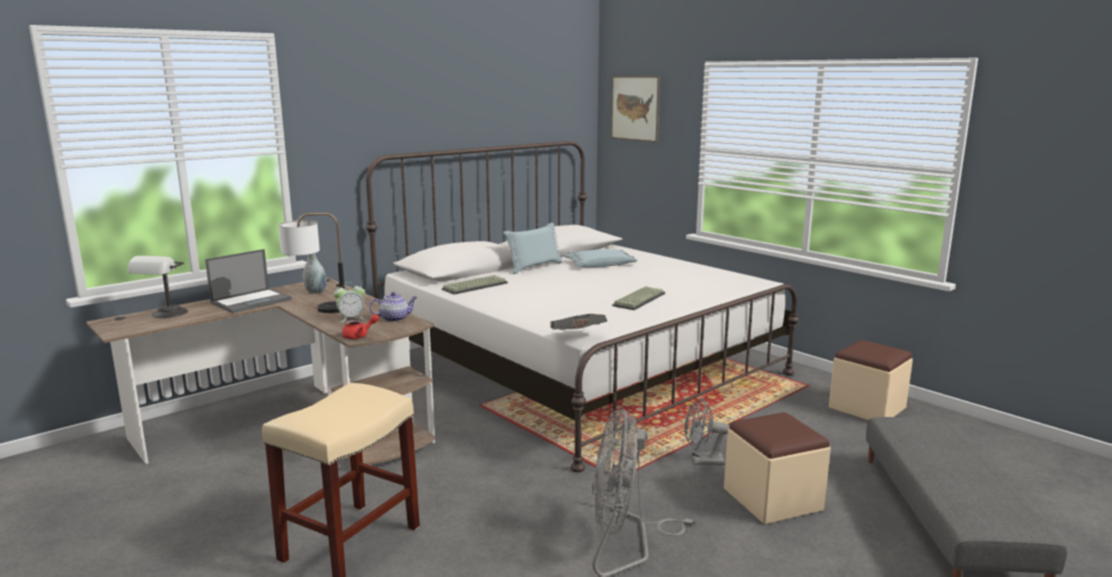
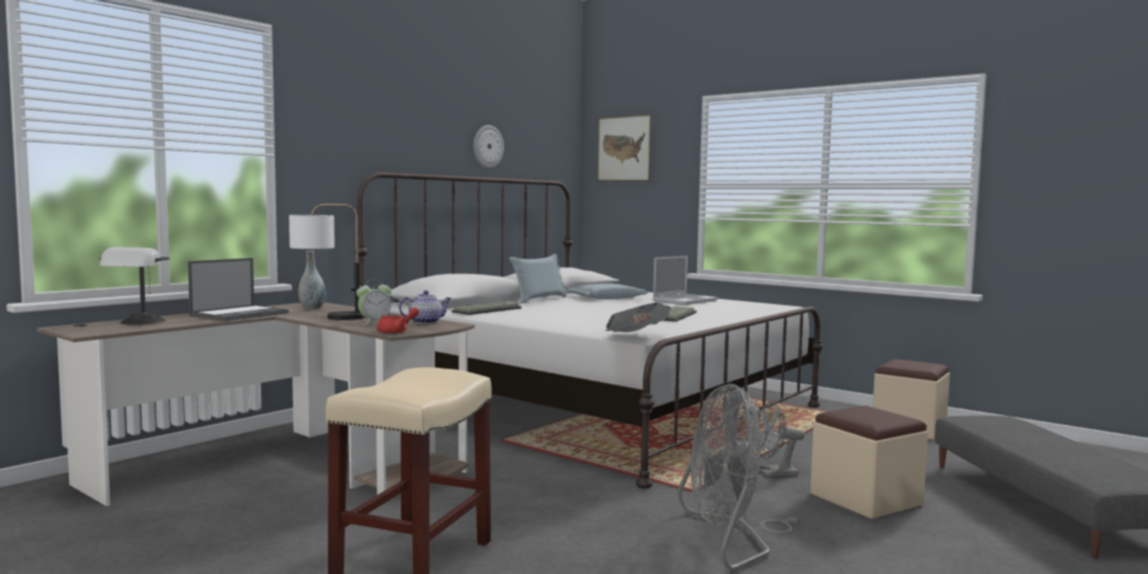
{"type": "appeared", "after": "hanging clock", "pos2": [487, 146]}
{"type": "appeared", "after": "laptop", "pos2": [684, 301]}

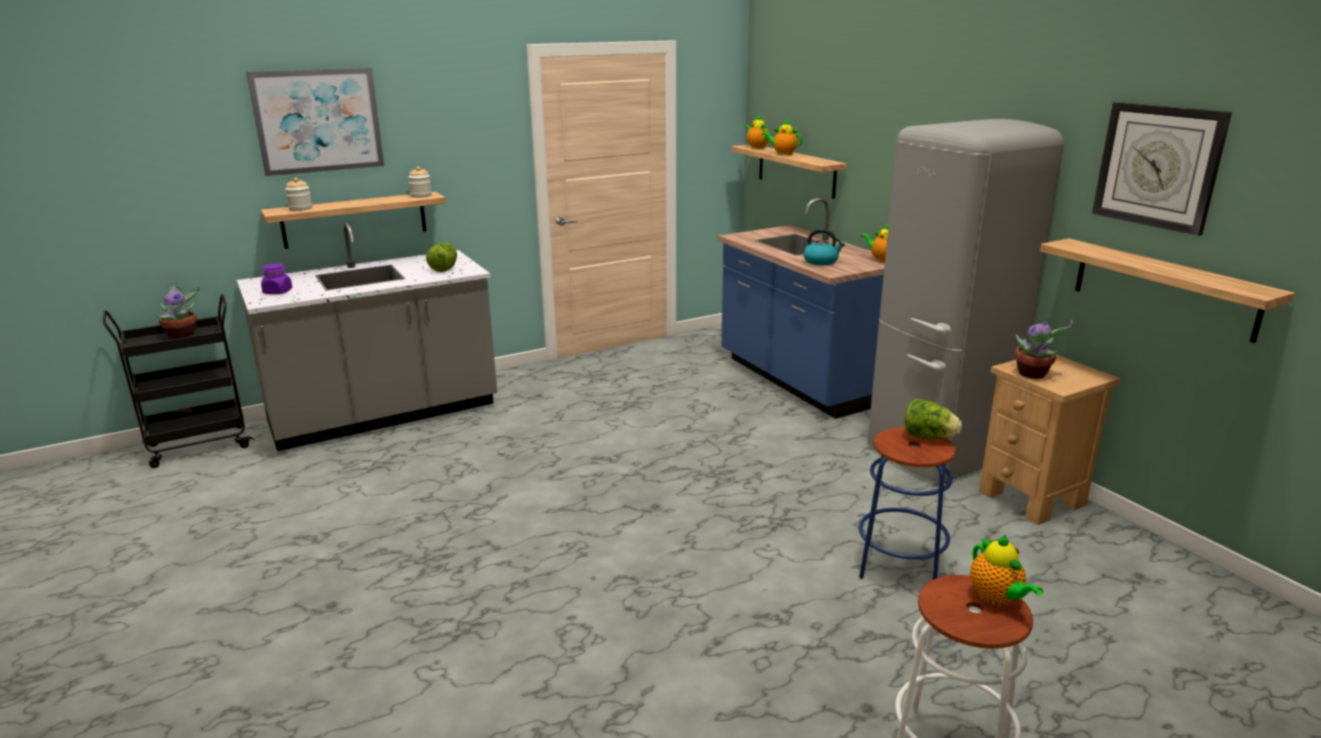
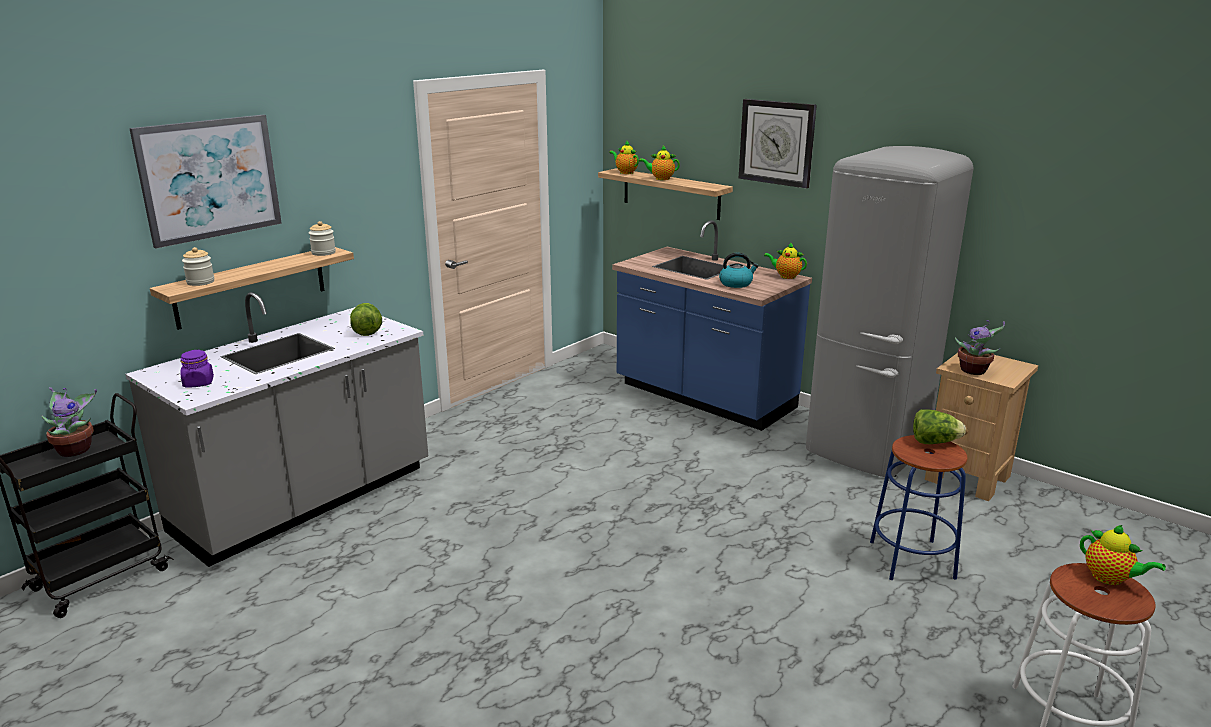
{"type": "missing", "before": "bracket shelf", "pos1": [1163, 288]}
{"type": "relocated", "before": "hanging clock", "pos1": [1158, 166], "pos2": [777, 142]}

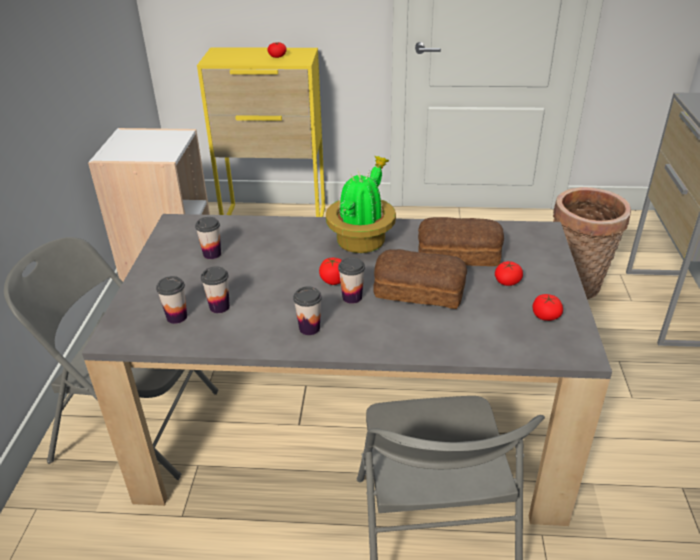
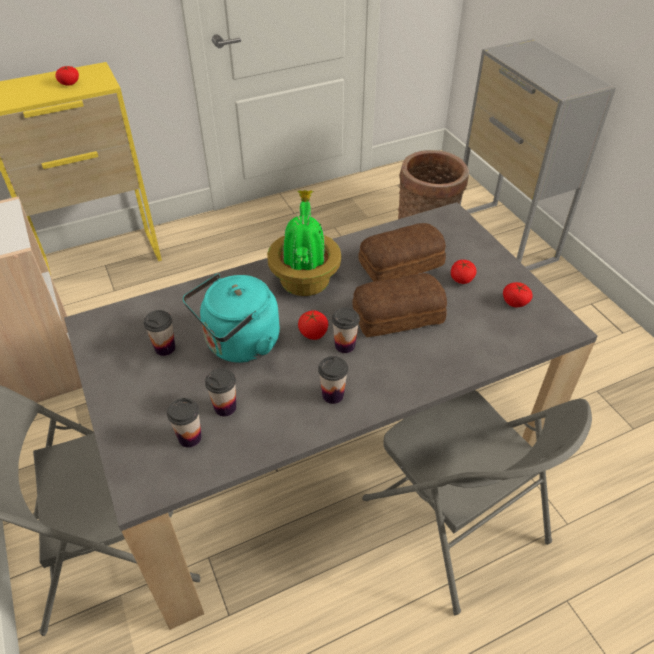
{"type": "appeared", "after": "blue-green water kettle", "pos2": [239, 344]}

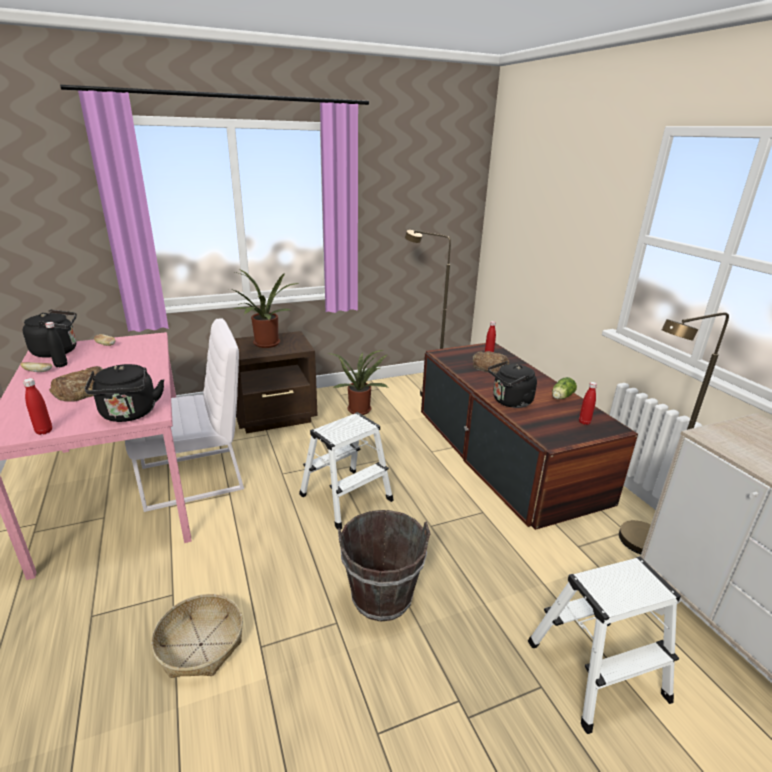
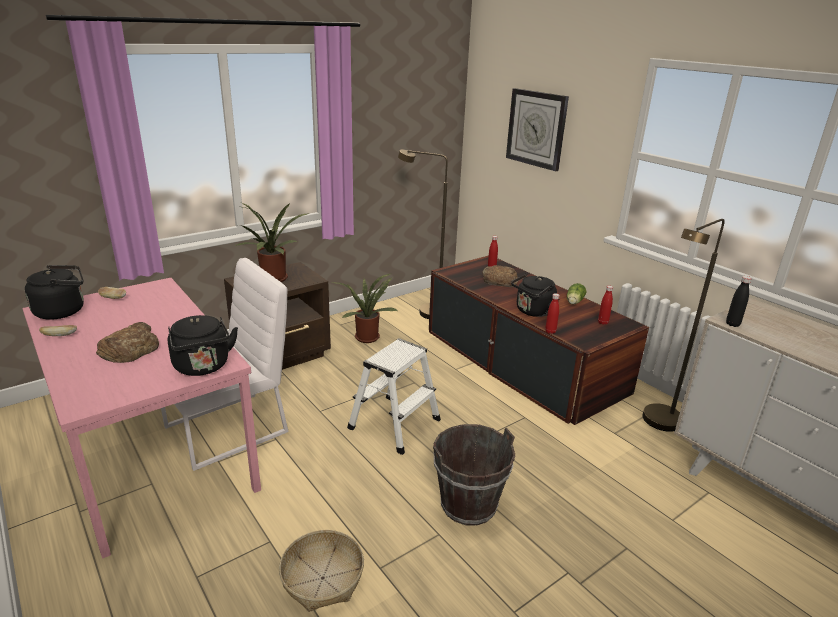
{"type": "missing", "before": "whitish stepladder", "pos1": [596, 670]}
{"type": "appeared", "after": "hanging clock", "pos2": [536, 128]}
{"type": "relocated", "before": "reddish drink bottle", "pos1": [44, 431], "pos2": [550, 331]}
{"type": "relocated", "before": "black-coloured drink bottle", "pos1": [61, 365], "pos2": [732, 324]}

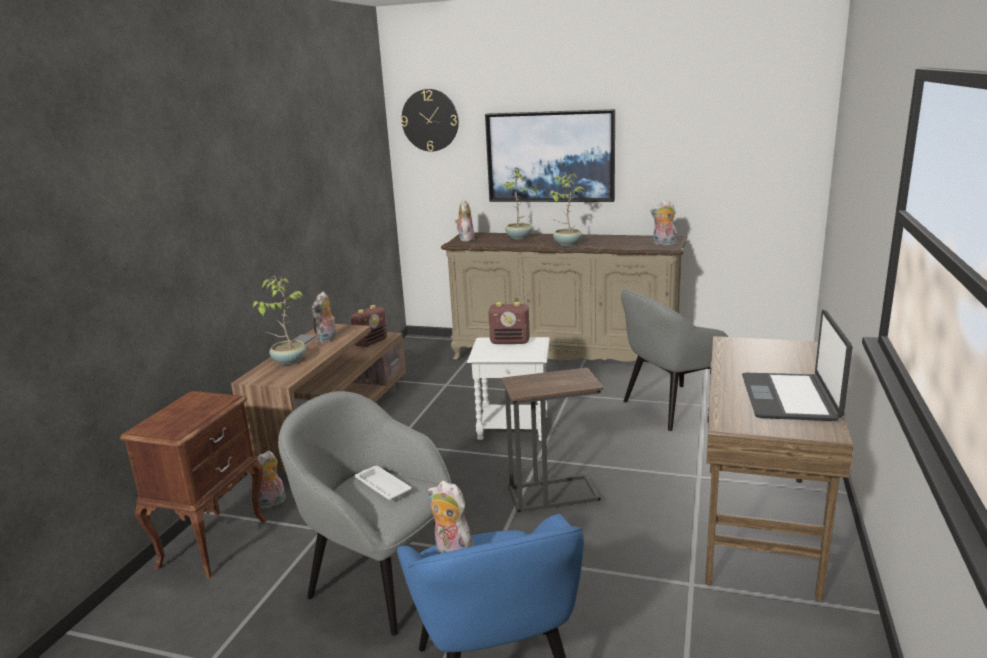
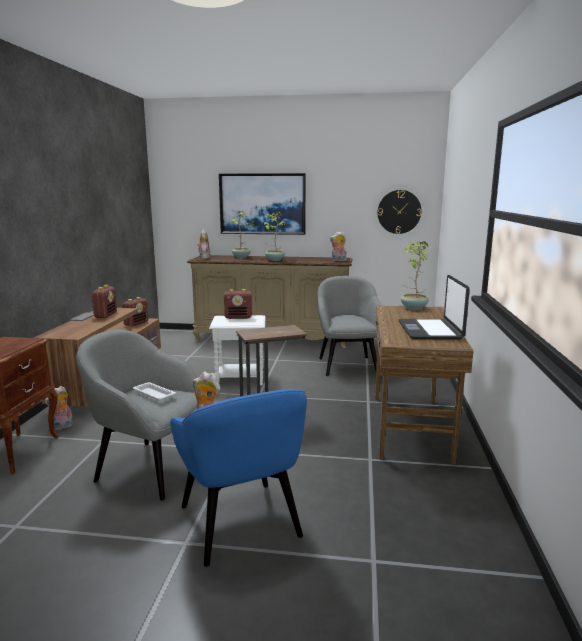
{"type": "relocated", "before": "plant in a pot", "pos1": [288, 361], "pos2": [413, 308]}
{"type": "relocated", "before": "hanging clock", "pos1": [430, 120], "pos2": [399, 212]}
{"type": "exchanged", "before": "plush toy", "after": "radio", "pos1": [327, 340], "pos2": [106, 315]}
{"type": "spun", "before": "gray lounge chair", "pos1": [673, 407], "pos2": [347, 365], "turn": 120}

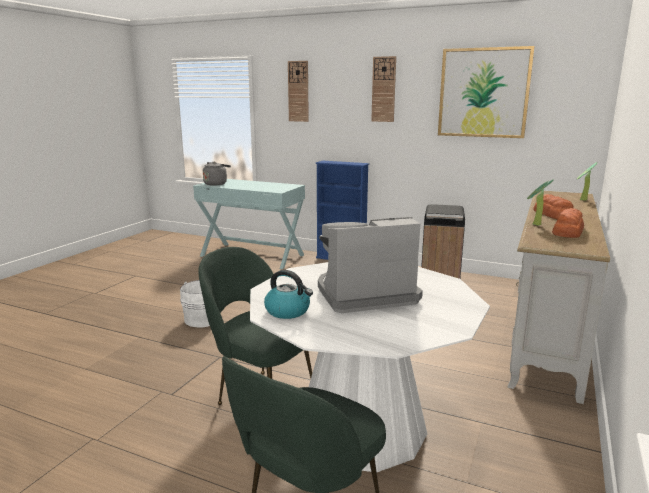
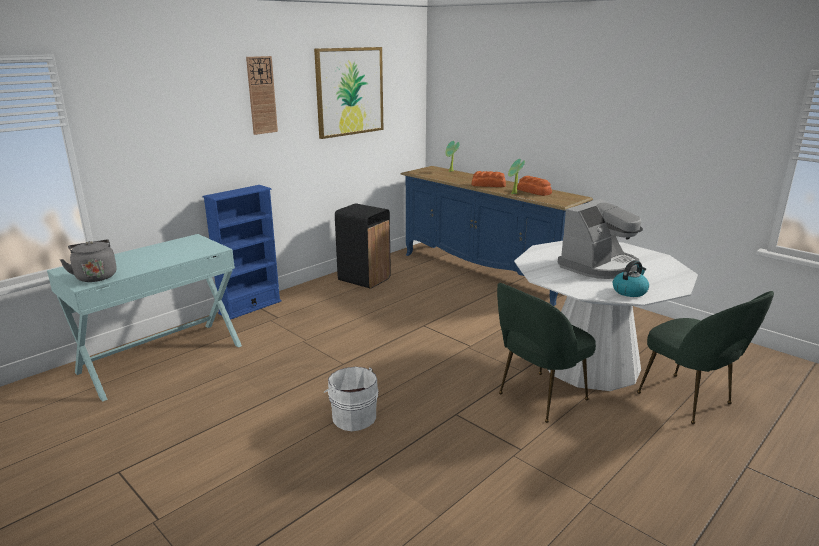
{"type": "missing", "before": "hanging clock", "pos1": [298, 91]}
{"type": "colour", "before": "gray cabinet", "after": "blue cabinet", "pos1": [546, 331], "pos2": [484, 272]}
{"type": "spun", "before": "coffee machine", "pos1": [364, 294], "pos2": [599, 266], "turn": -135}

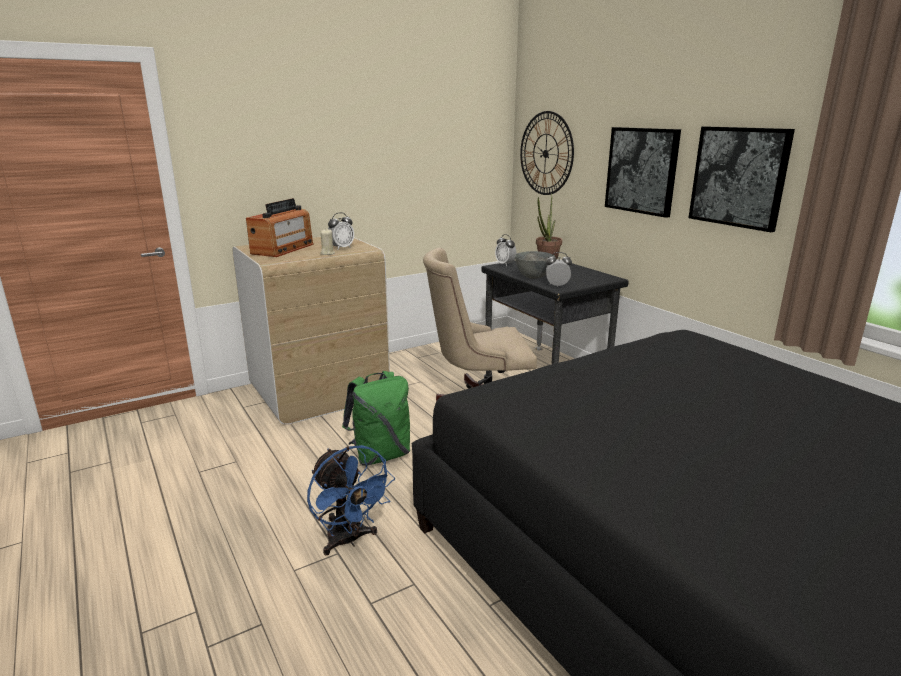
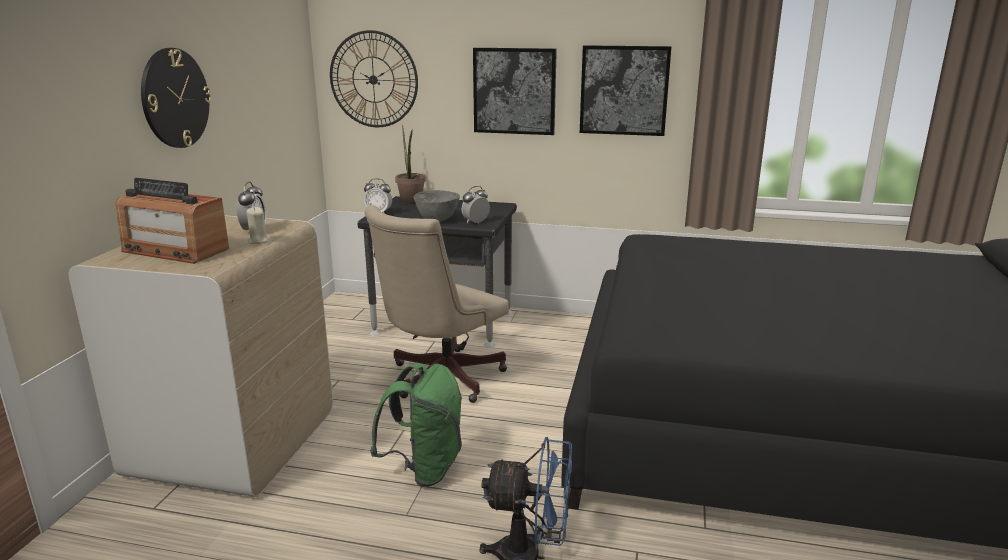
{"type": "appeared", "after": "hanging clock", "pos2": [175, 98]}
{"type": "spun", "before": "radio", "pos1": [283, 249], "pos2": [175, 250], "turn": 135}

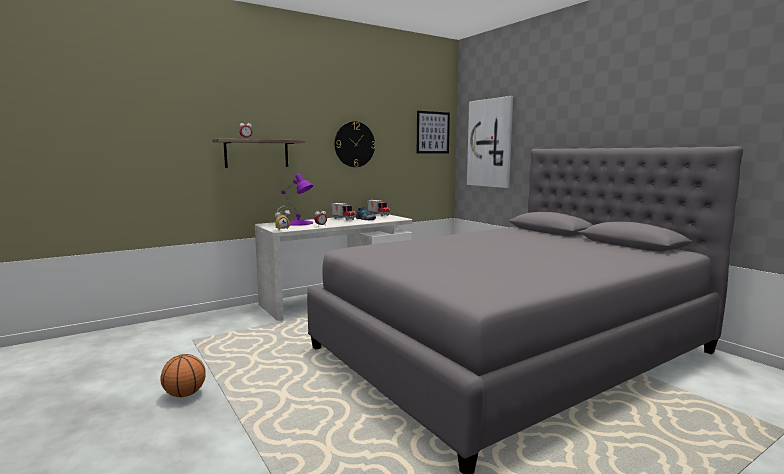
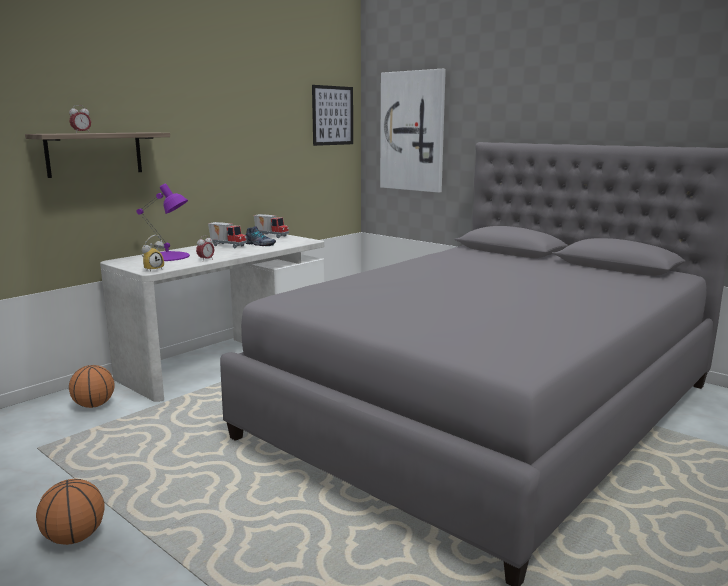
{"type": "missing", "before": "hanging clock", "pos1": [354, 144]}
{"type": "appeared", "after": "basketball", "pos2": [94, 405]}

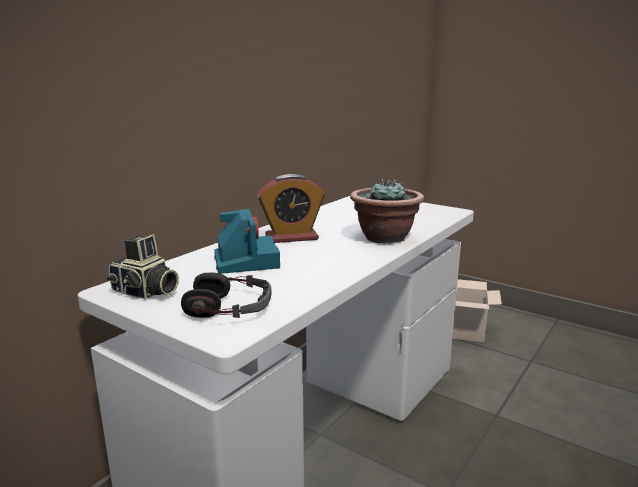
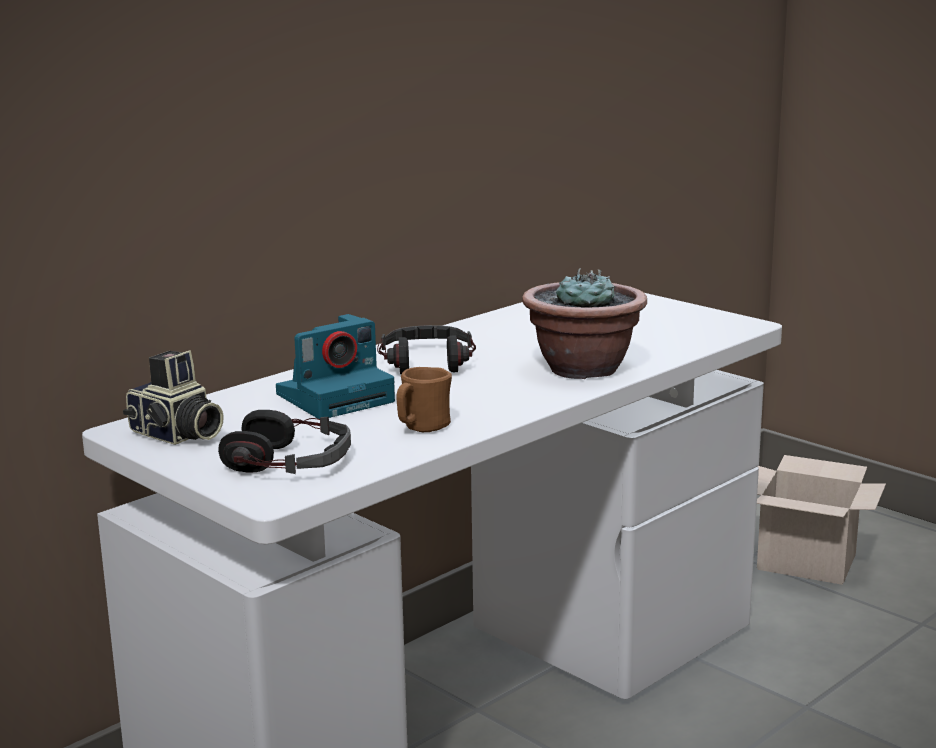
{"type": "appeared", "after": "brownish tea mug", "pos2": [422, 428]}
{"type": "exchanged", "before": "bedside clock", "after": "headset", "pos1": [291, 237], "pos2": [426, 362]}
{"type": "spun", "before": "still camera", "pos1": [245, 261], "pos2": [336, 397], "turn": 60}

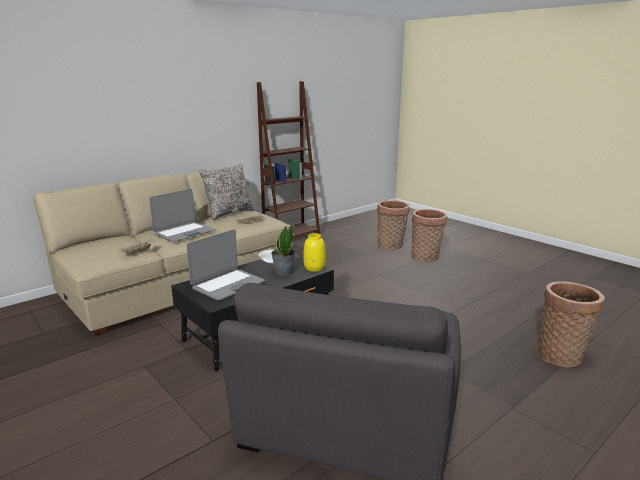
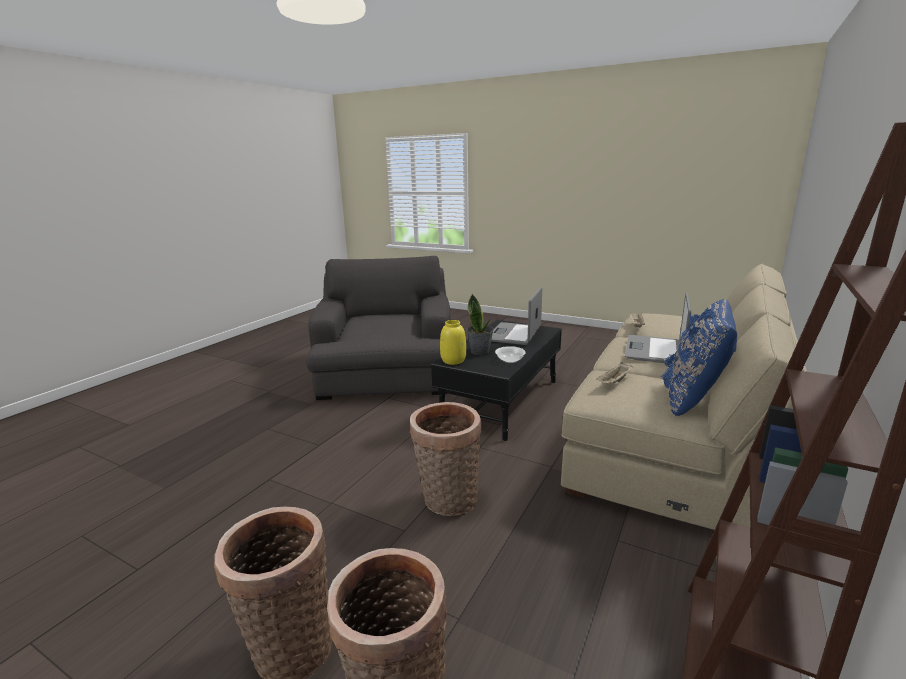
{"type": "relocated", "before": "household basket", "pos1": [562, 355], "pos2": [447, 501]}
{"type": "colour", "before": "gray cushion", "after": "blue cushion", "pos1": [229, 214], "pos2": [691, 397]}

